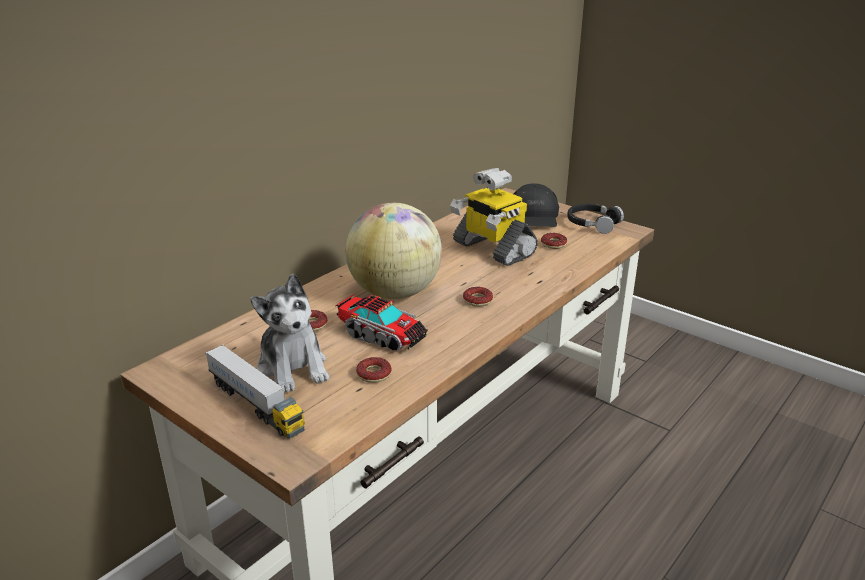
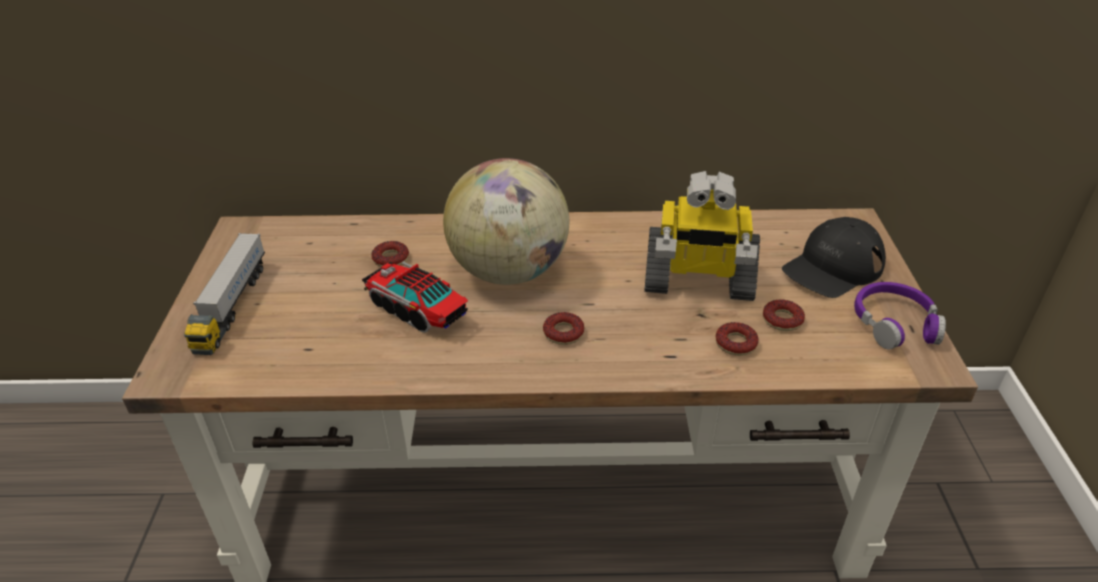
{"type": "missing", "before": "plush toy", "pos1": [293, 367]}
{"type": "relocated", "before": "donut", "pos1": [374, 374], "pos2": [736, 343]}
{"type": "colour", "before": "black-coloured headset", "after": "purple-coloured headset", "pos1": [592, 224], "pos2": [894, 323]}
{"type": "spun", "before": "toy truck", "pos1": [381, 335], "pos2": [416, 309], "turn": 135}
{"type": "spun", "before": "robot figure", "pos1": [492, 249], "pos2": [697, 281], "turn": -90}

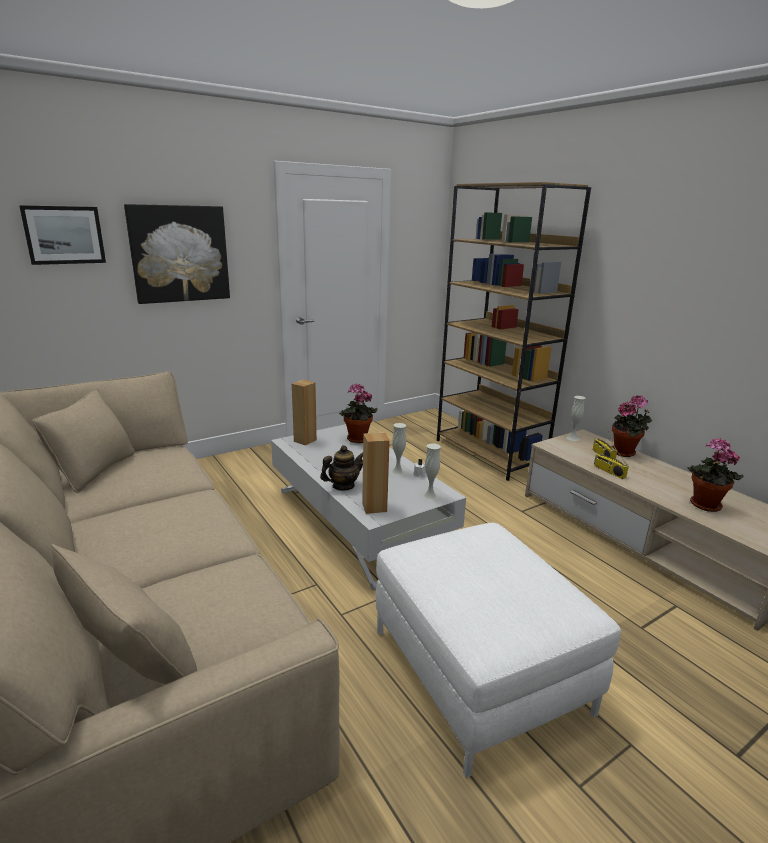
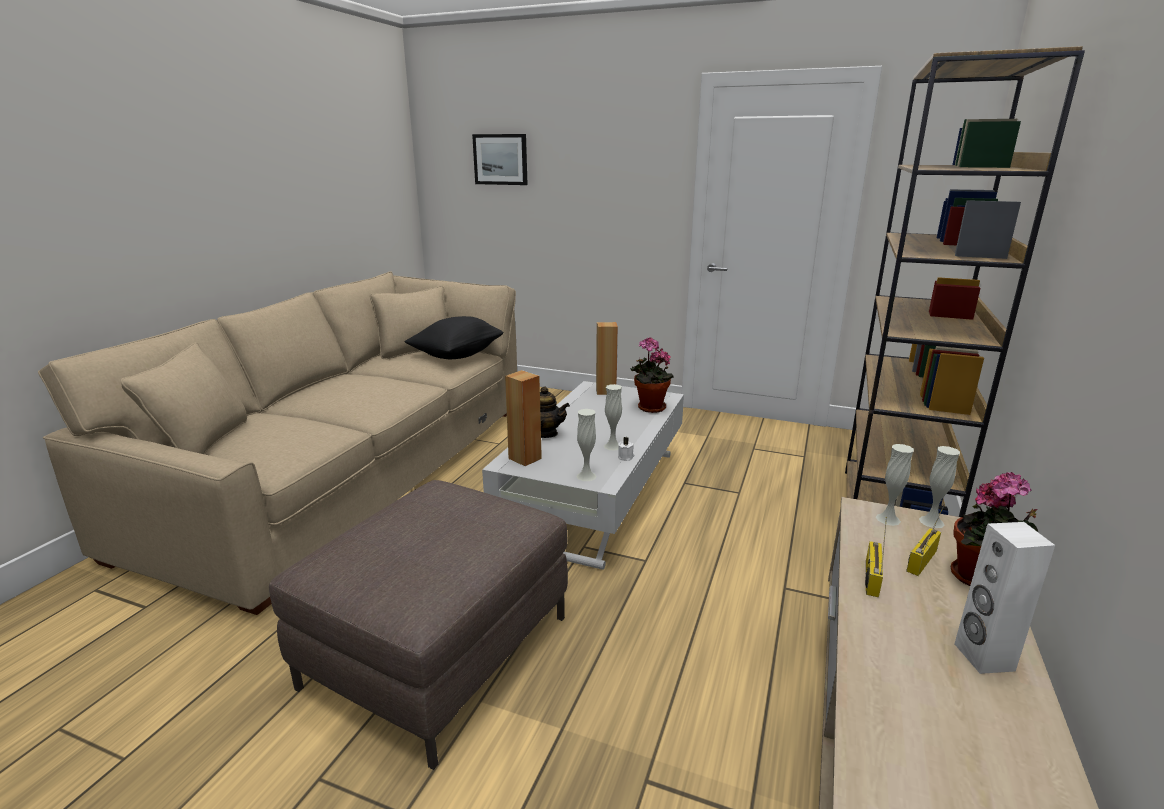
{"type": "missing", "before": "picture", "pos1": [179, 254]}
{"type": "missing", "before": "plant in a pot", "pos1": [703, 506]}
{"type": "appeared", "after": "black-coloured cushion", "pos2": [457, 355]}
{"type": "appeared", "after": "whitish flower vase", "pos2": [888, 519]}
{"type": "appeared", "after": "whitish loudspeaker", "pos2": [983, 657]}
{"type": "colour", "before": "whitish ottoman", "after": "brownish ottoman", "pos1": [477, 670], "pos2": [438, 650]}

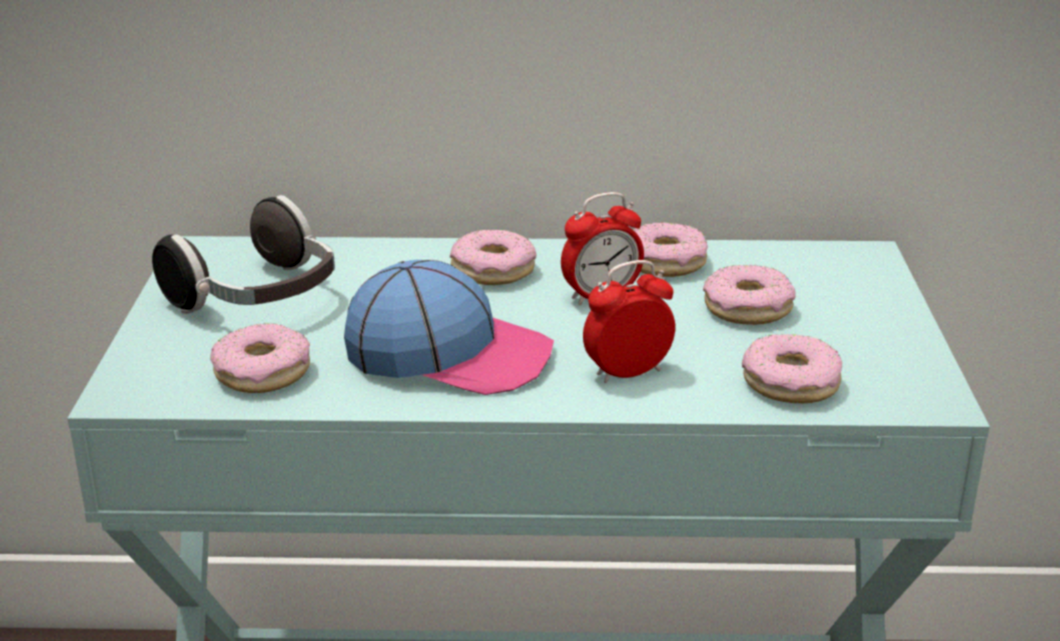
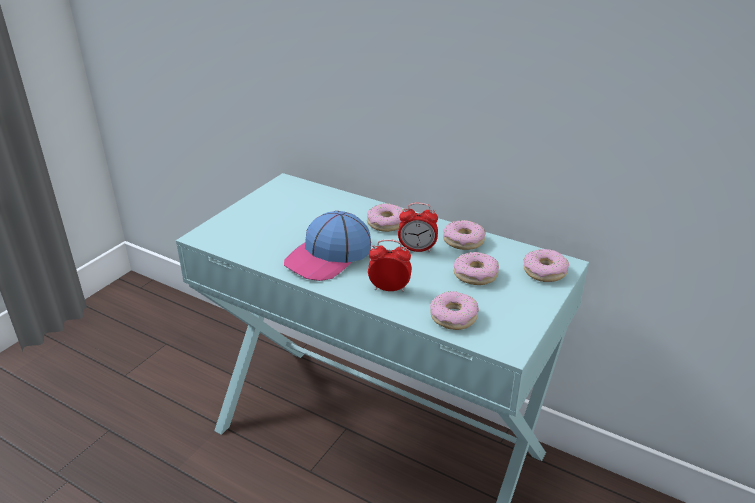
{"type": "missing", "before": "headset", "pos1": [259, 299]}
{"type": "relocated", "before": "donut", "pos1": [262, 372], "pos2": [544, 271]}
{"type": "spun", "before": "peaked cap", "pos1": [449, 353], "pos2": [329, 256], "turn": 90}

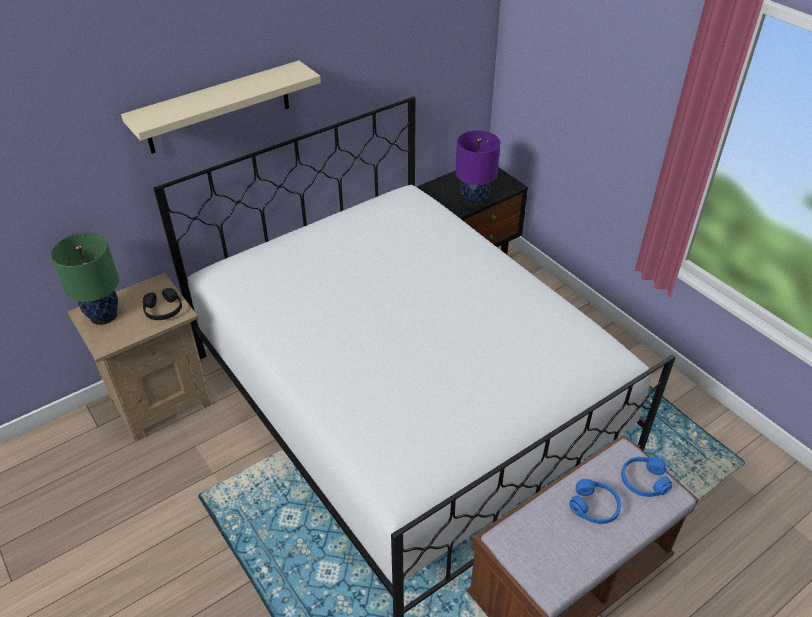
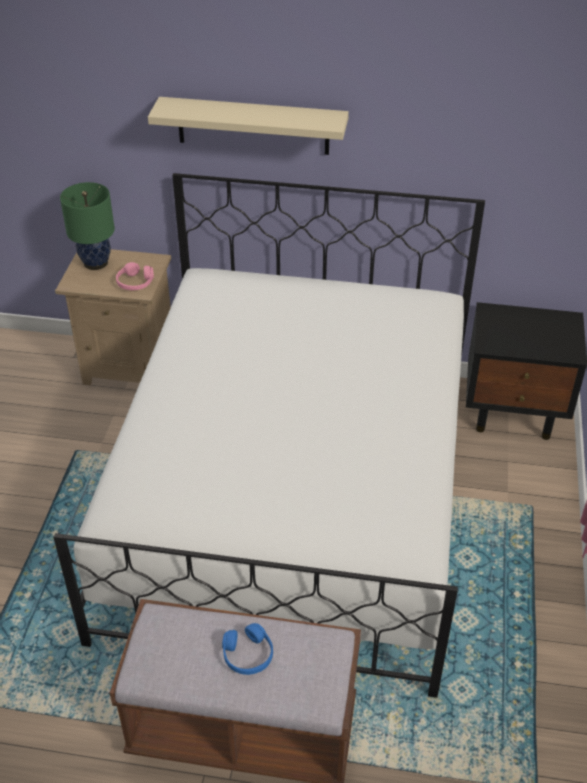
{"type": "missing", "before": "purple-coloured tabletop lamp", "pos1": [474, 201]}
{"type": "missing", "before": "blue headset", "pos1": [643, 481]}
{"type": "colour", "before": "black-coloured headset", "after": "pinkish headset", "pos1": [163, 310], "pos2": [135, 282]}

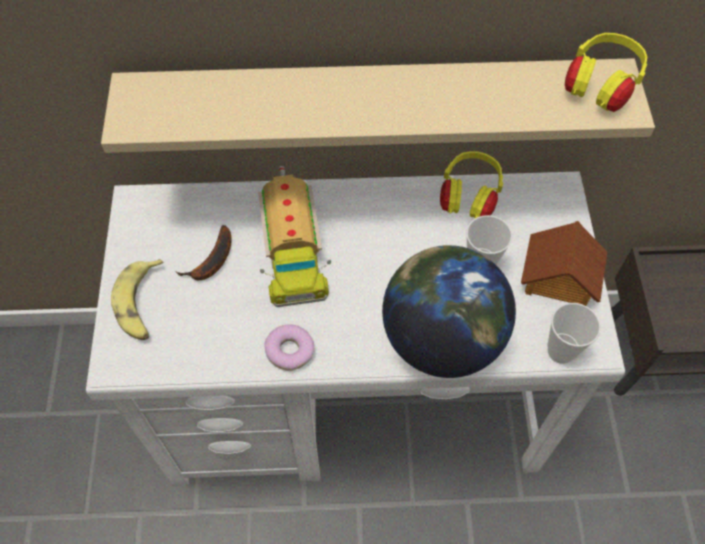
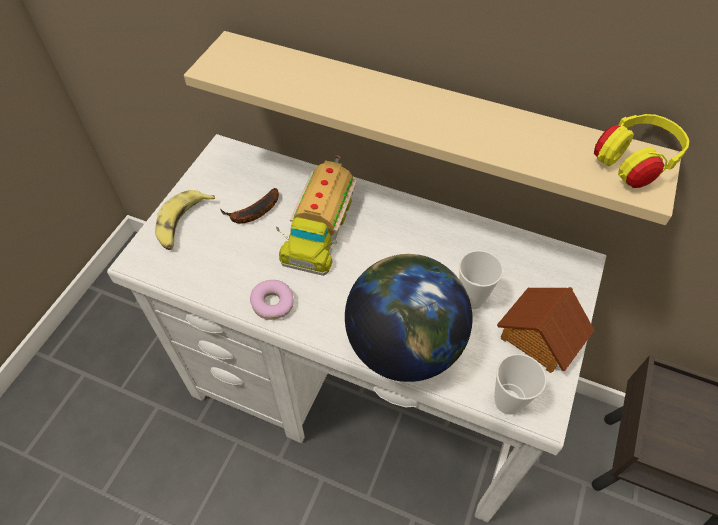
{"type": "missing", "before": "yellowish headset", "pos1": [469, 197]}

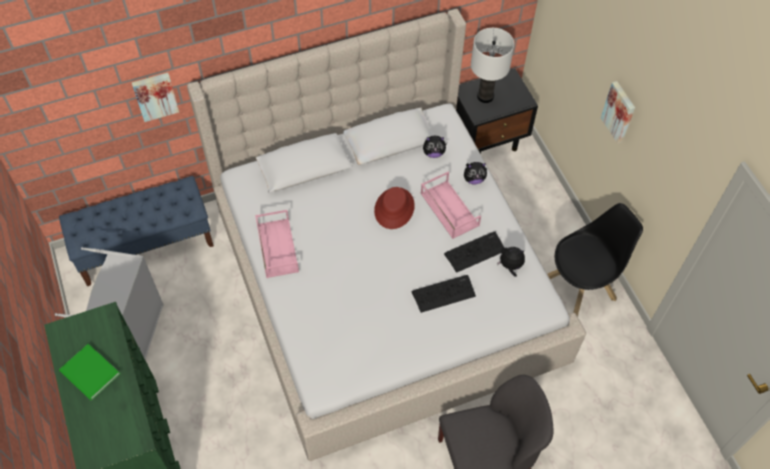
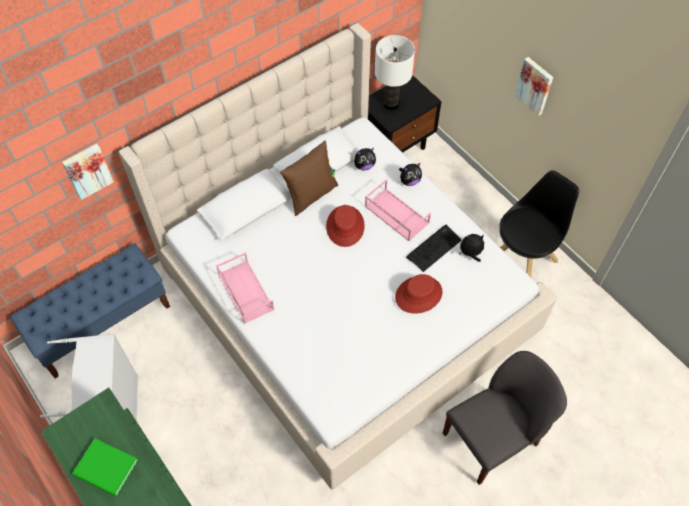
{"type": "appeared", "after": "brownish cushion", "pos2": [311, 195]}
{"type": "exchanged", "before": "keyboard", "after": "reddish clothing hat", "pos1": [443, 293], "pos2": [418, 294]}

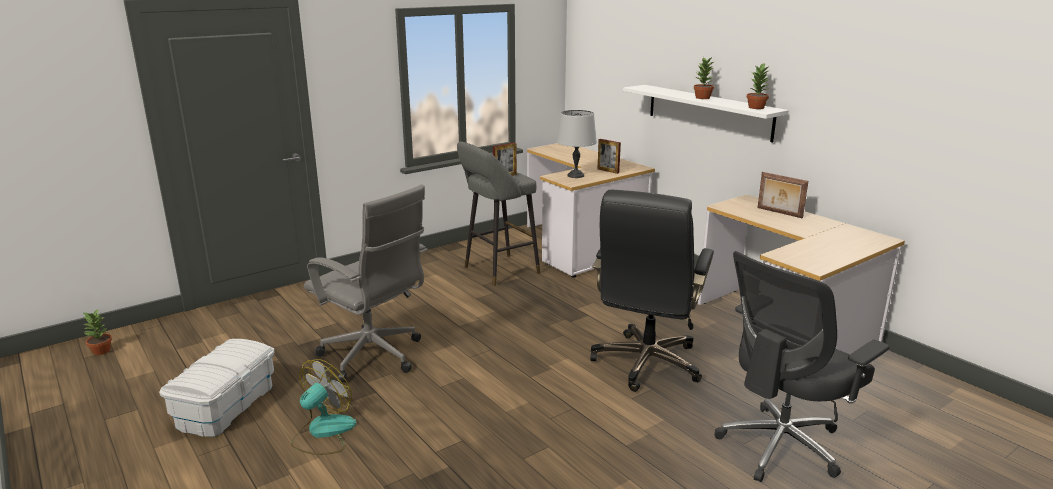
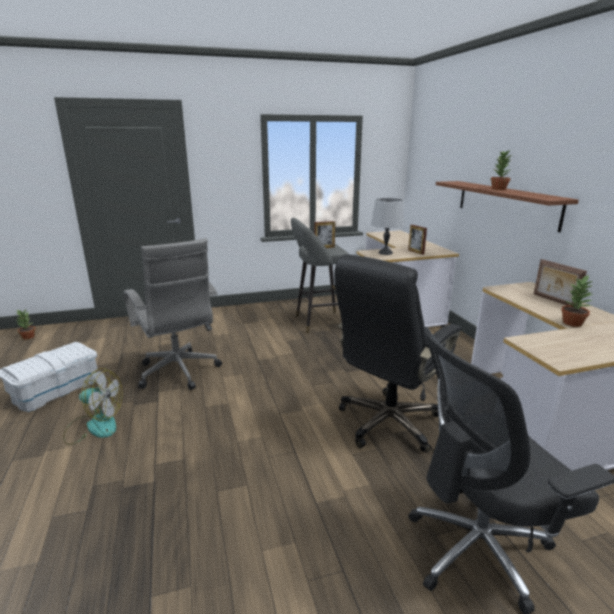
{"type": "relocated", "before": "plant in a pot", "pos1": [756, 107], "pos2": [573, 323]}
{"type": "colour", "before": "whitish bracket shelf", "after": "brownish bracket shelf", "pos1": [708, 112], "pos2": [506, 203]}
{"type": "spun", "before": "fan", "pos1": [323, 432], "pos2": [94, 426], "turn": 45}

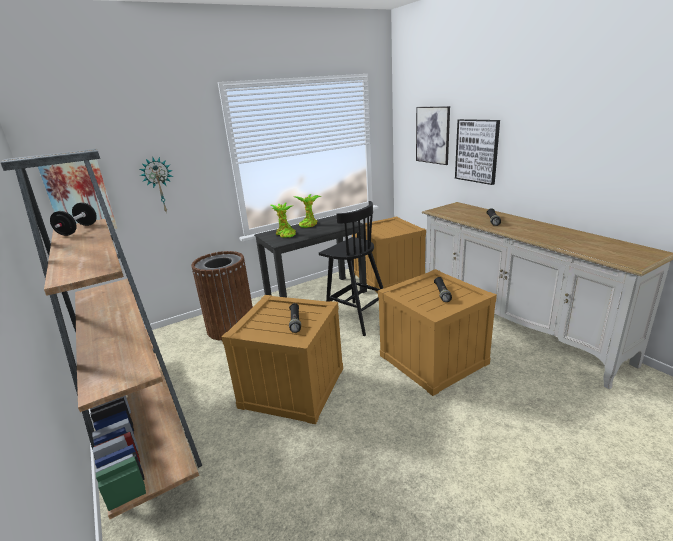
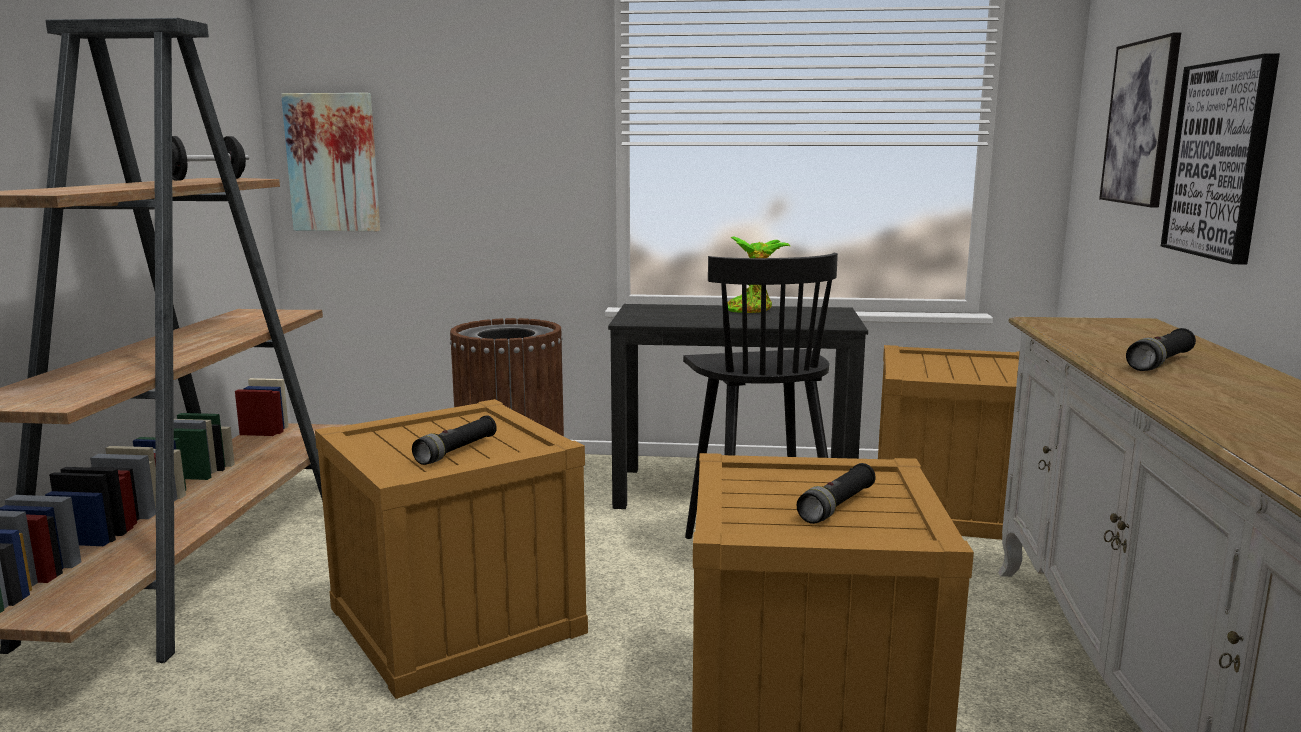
{"type": "missing", "before": "hanging clock", "pos1": [159, 185]}
{"type": "missing", "before": "plant in a pot", "pos1": [285, 234]}

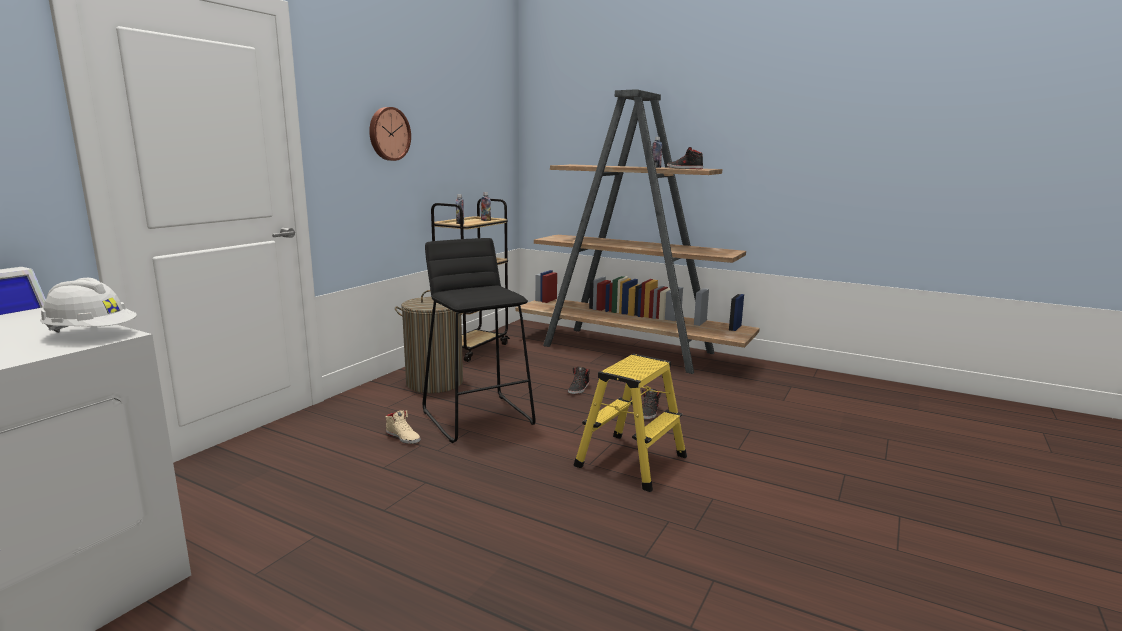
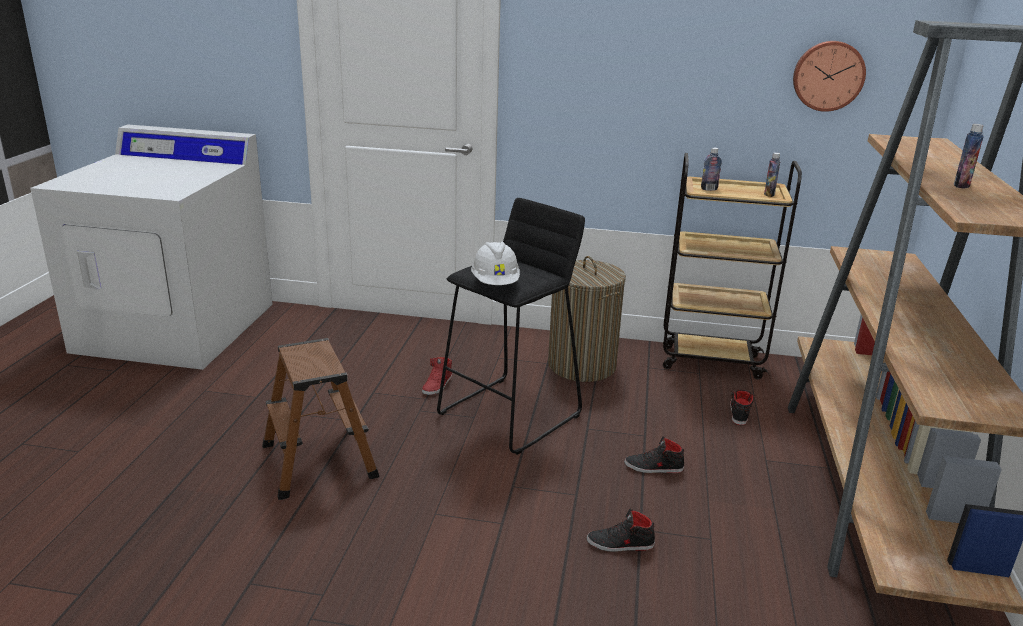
{"type": "missing", "before": "yellowish stepladder", "pos1": [631, 461]}
{"type": "appeared", "after": "brownish stepladder", "pos2": [319, 460]}
{"type": "relocated", "before": "whitish safety helmet", "pos1": [91, 334], "pos2": [495, 283]}
{"type": "relocated", "before": "hanging clock", "pos1": [388, 134], "pos2": [828, 75]}
{"type": "relocated", "before": "black-coloured item of footwear", "pos1": [684, 168], "pos2": [739, 411]}
{"type": "colour", "before": "beige-coloured item of footwear", "after": "reddish item of footwear", "pos1": [403, 437], "pos2": [438, 385]}

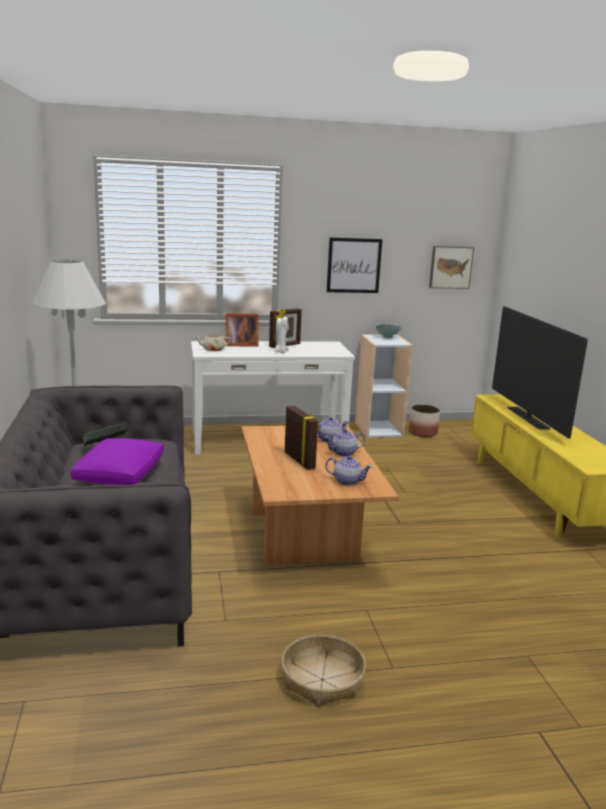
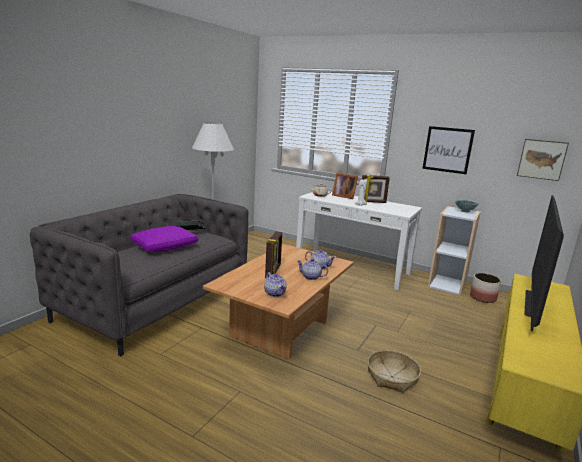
{"type": "relocated", "before": "household basket", "pos1": [322, 680], "pos2": [392, 377]}

